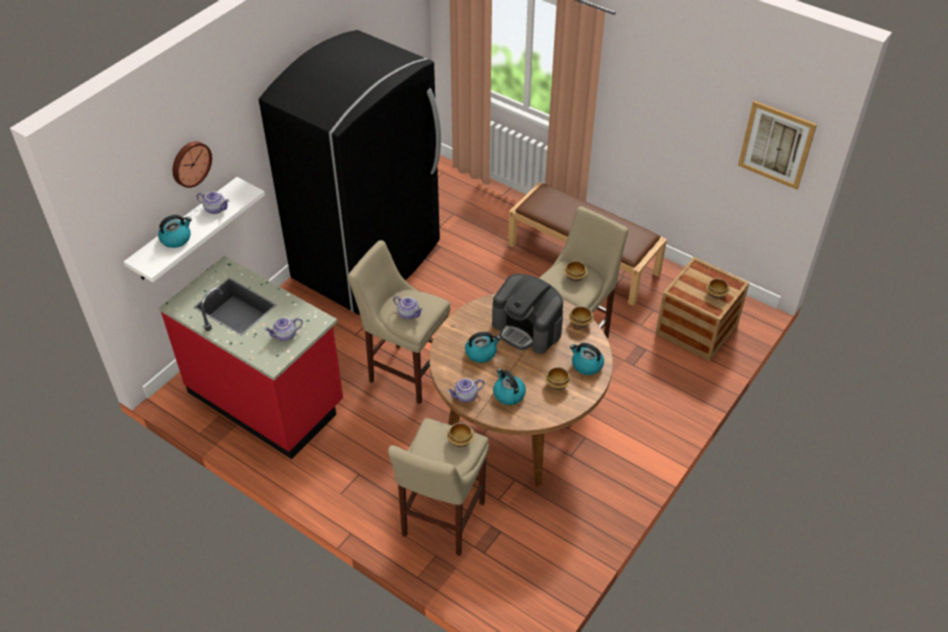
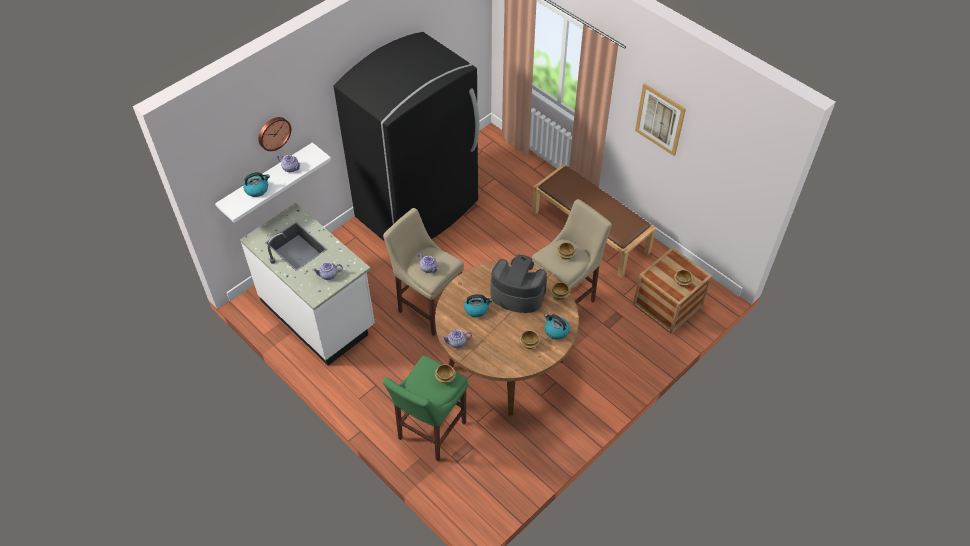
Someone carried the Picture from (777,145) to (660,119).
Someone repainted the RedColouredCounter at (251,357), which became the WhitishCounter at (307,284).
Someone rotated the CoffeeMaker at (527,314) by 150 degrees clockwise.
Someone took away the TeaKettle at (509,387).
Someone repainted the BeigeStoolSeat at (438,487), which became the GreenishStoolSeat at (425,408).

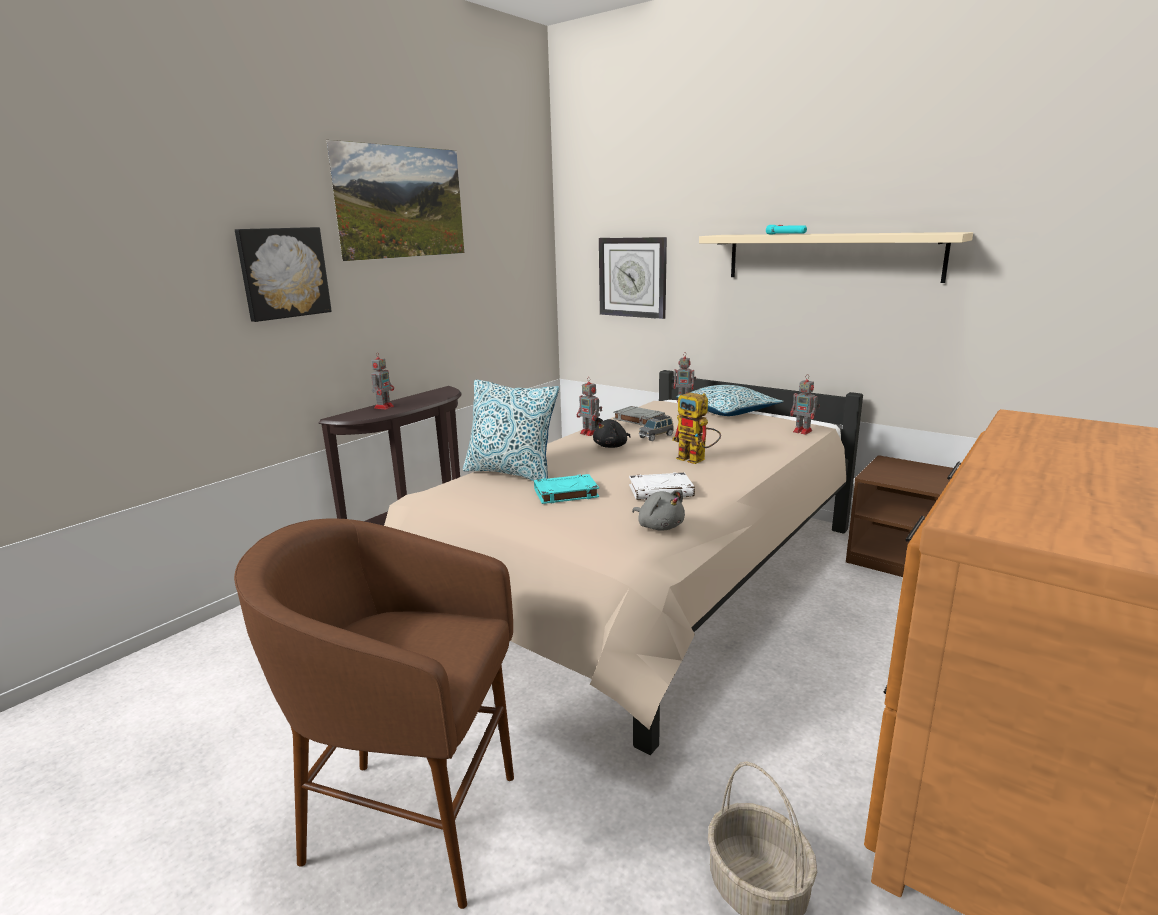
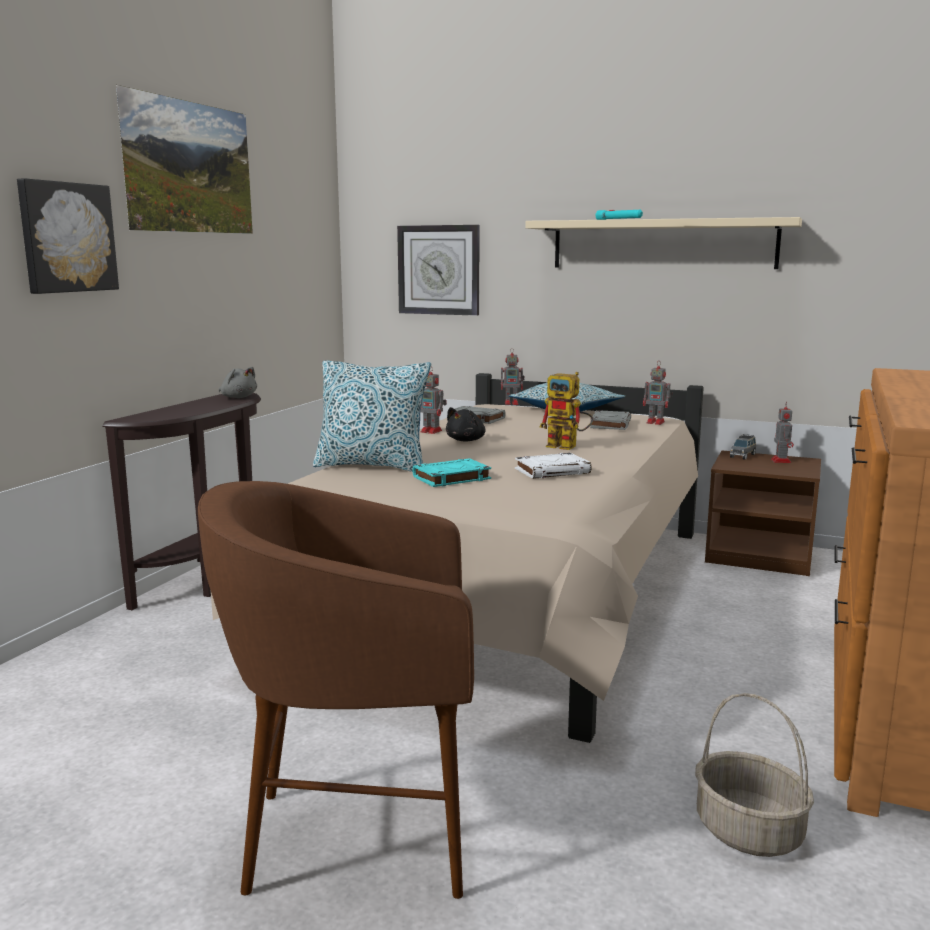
Someone carried the RobotFigure from (382,381) to (782,432).
Someone carried the GreyToyCar from (656,427) to (743,447).
Someone carried the GreyCuddlyToy from (658,510) to (238,382).
Someone put down the GreyBoundBook at (610,420).

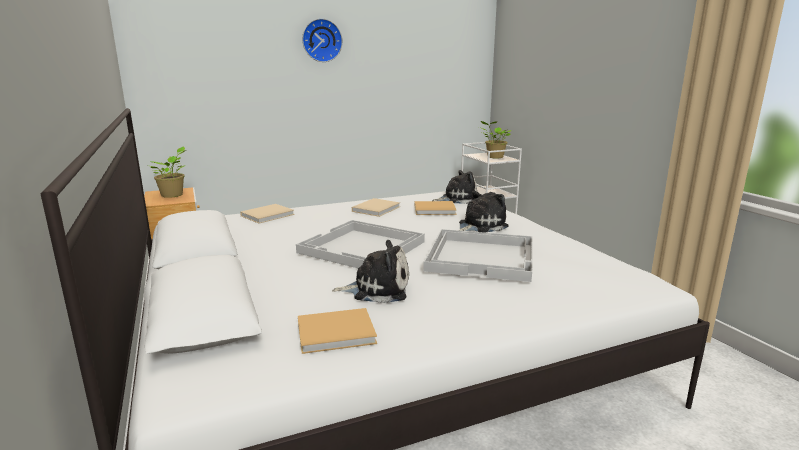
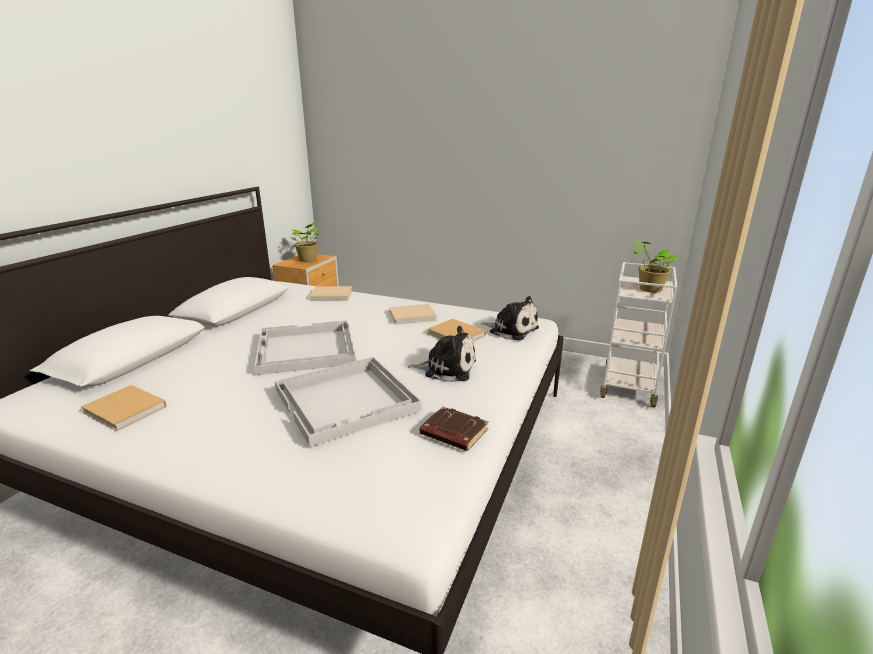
Someone took away the ClockOnTheWall at (322,40).
Someone took away the CuddlyToy at (370,271).
Someone put down the BrownColouredBoundBook at (454,428).

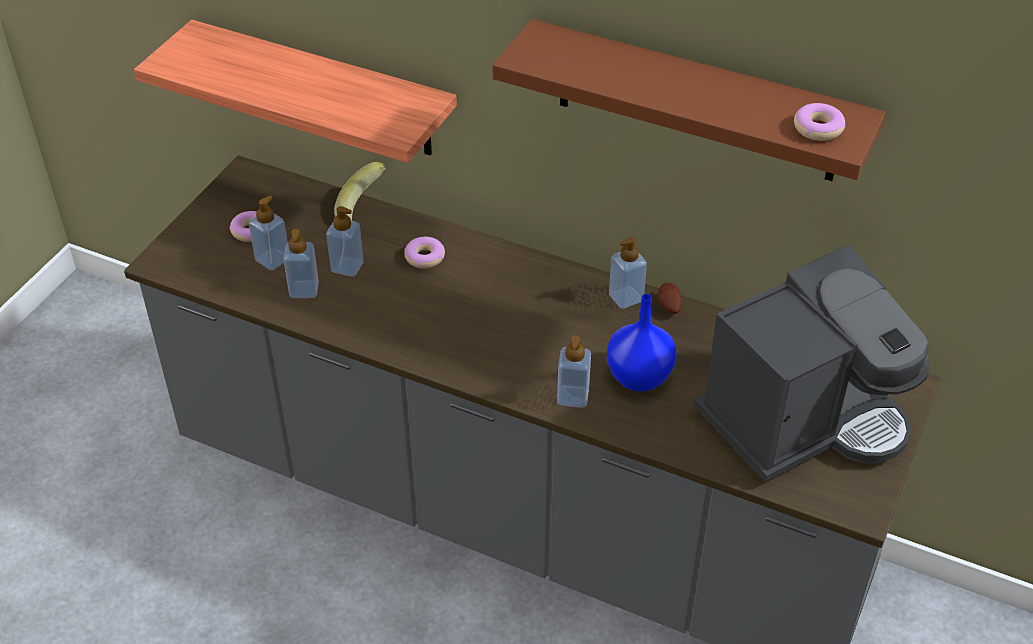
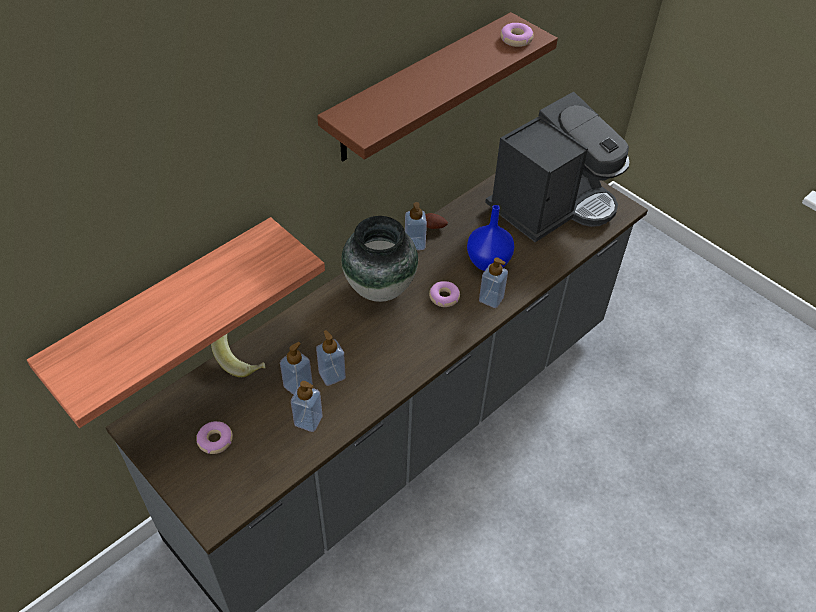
Someone carried the SoapDispenser from (268,233) to (331,358).
Someone carried the Doughnut from (424,253) to (444,294).
Someone rotated the CoffeeMaker at (811,363) by 60 degrees clockwise.
Someone put down the FlowerVase at (379,259).

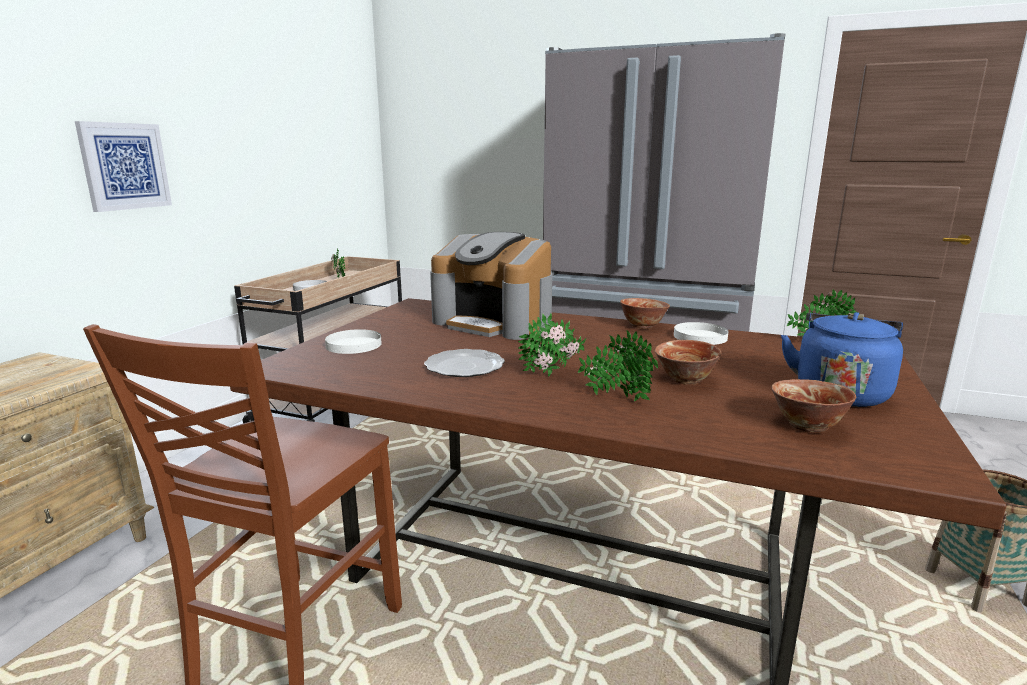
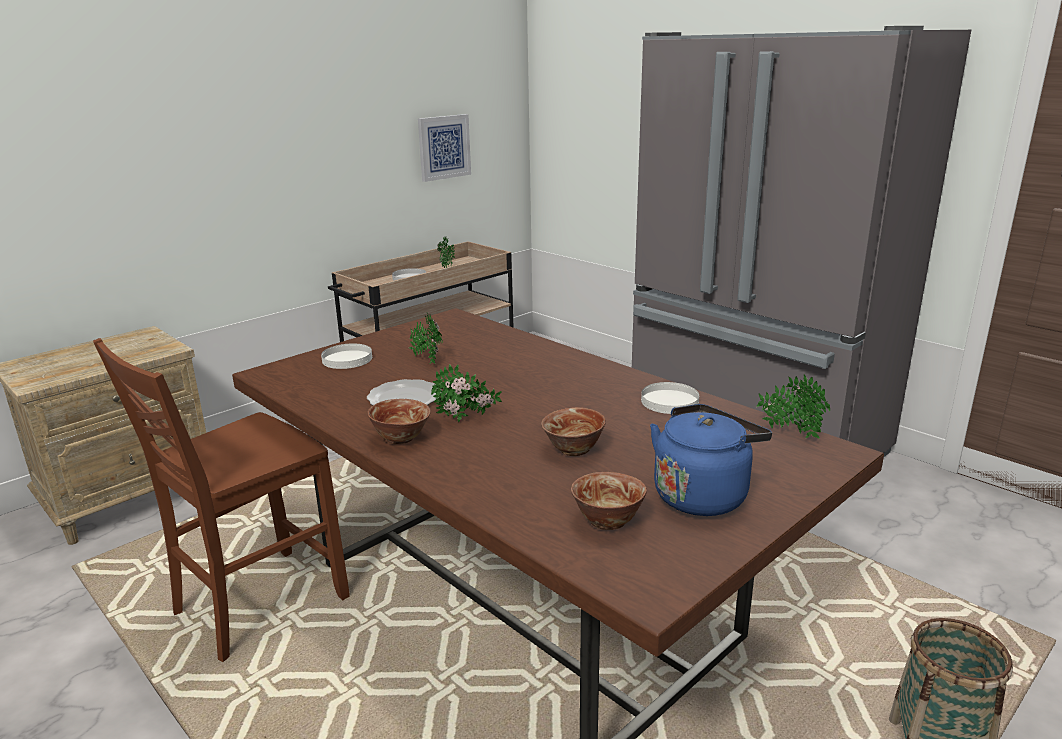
Someone carried the Picture from (123,166) to (444,148).
Someone took away the CoffeeMaker at (491,286).
Someone carried the ServingBowl from (645,313) to (399,421).
Someone carried the Houseplant from (618,365) to (426,338).

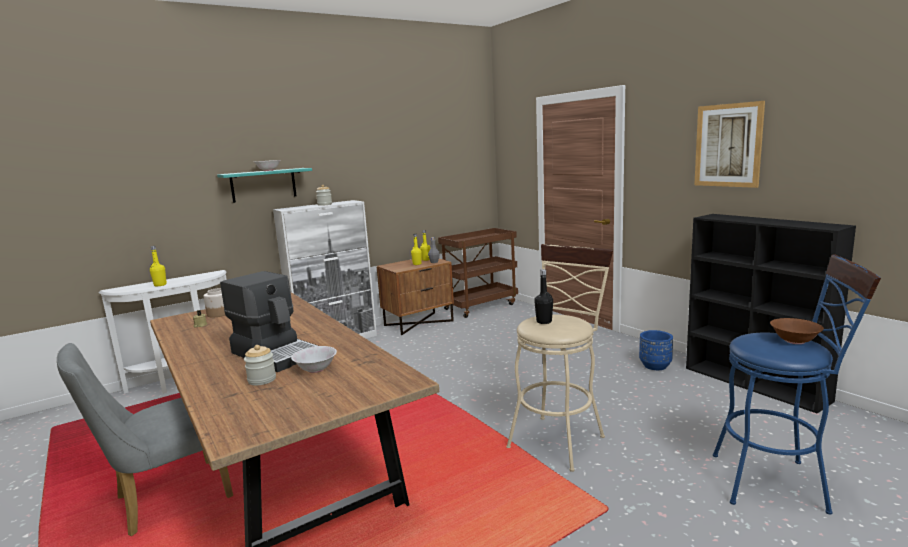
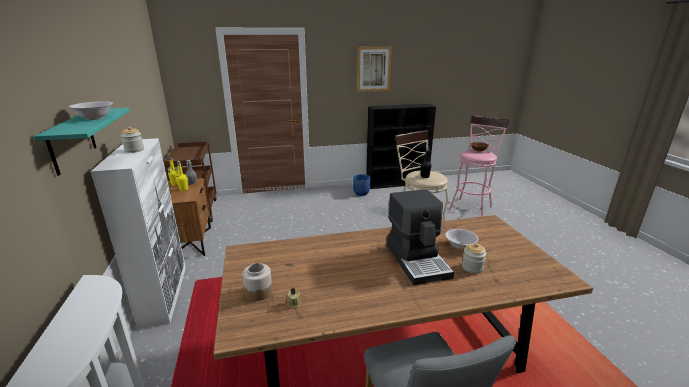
Someone took away the YellowBottle at (158,266).
Someone repainted the BlueStoolSeat at (797,384), which became the PinkStoolSeat at (478,165).
Someone rotated the CoffeeMaker at (269,321) by 105 degrees clockwise.

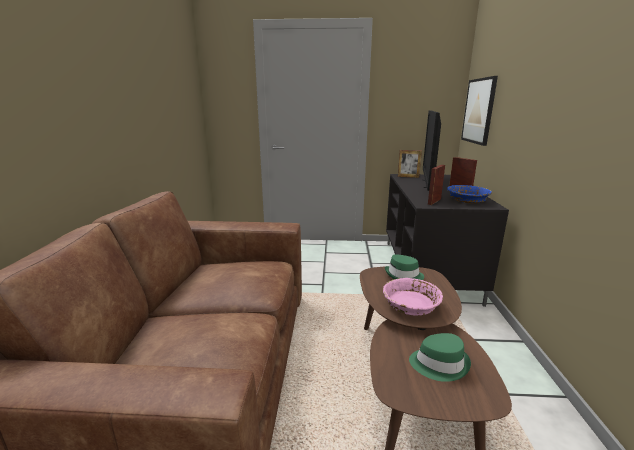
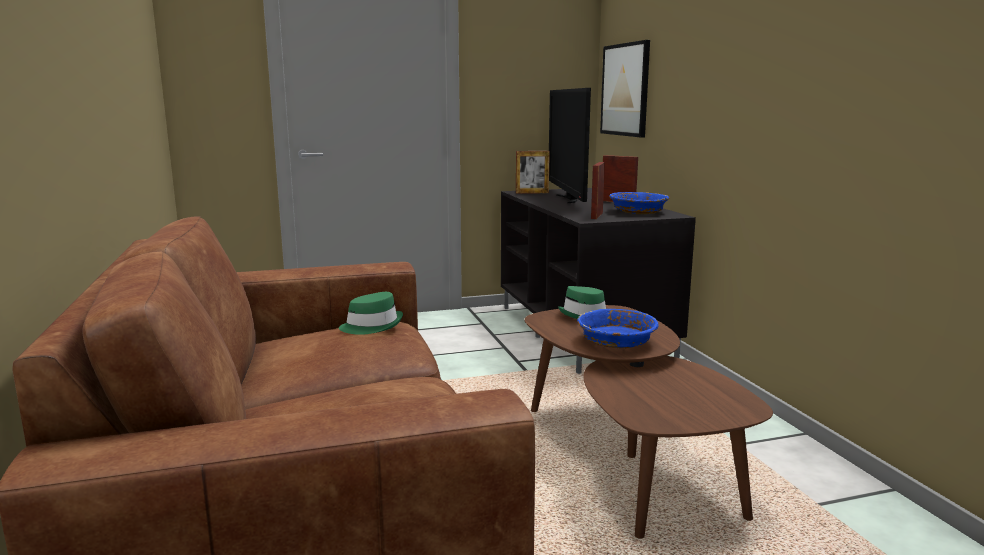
Someone repainted the PinkServingBowl at (413,297), which became the BlueServingBowl at (617,328).
Someone carried the GreenishHat from (440,357) to (371,313).

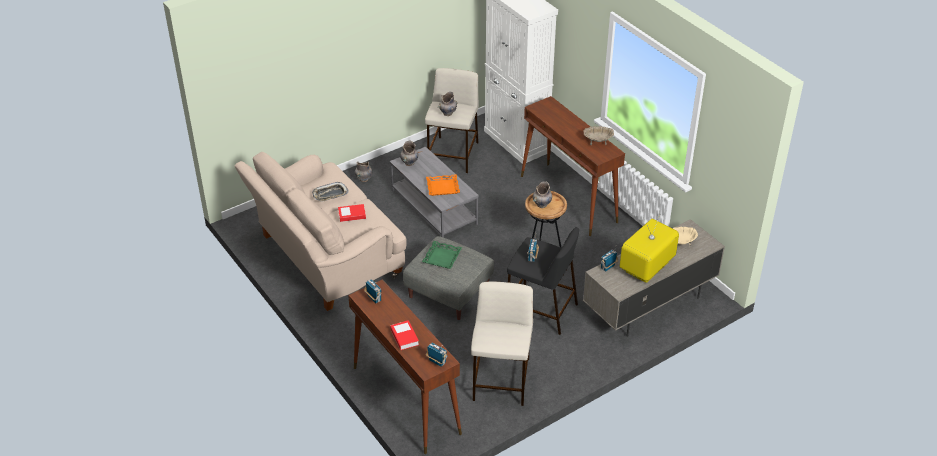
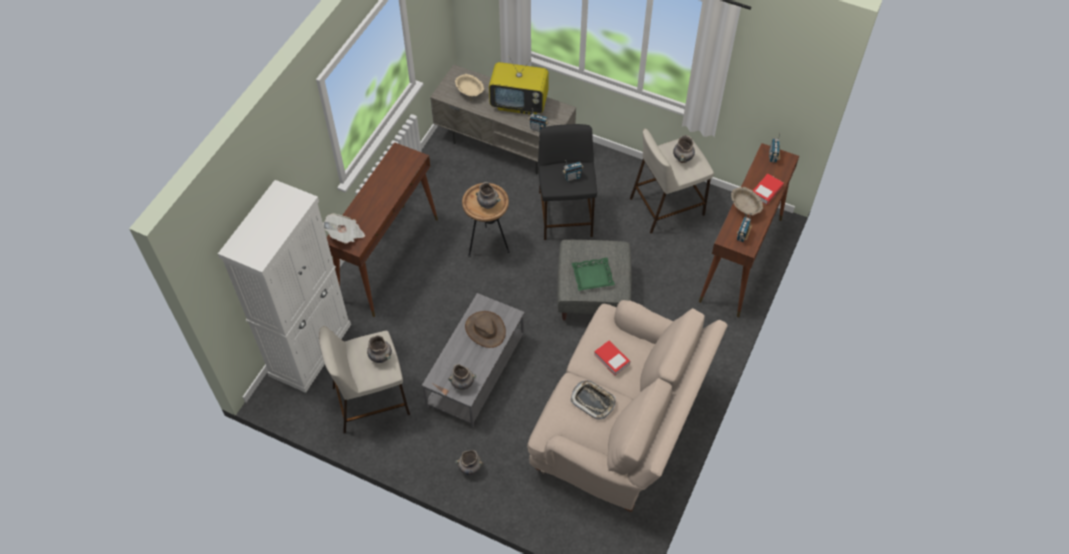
Someone carried the BeigeServingBowl from (598,135) to (747,202).
Someone swapped the OrangeyCarryingTray at (443,185) for the BrownColouredHat at (485,329).
Someone put down the GreyFlowerVase at (684,149).
Someone put down the DailyPaper at (344,228).

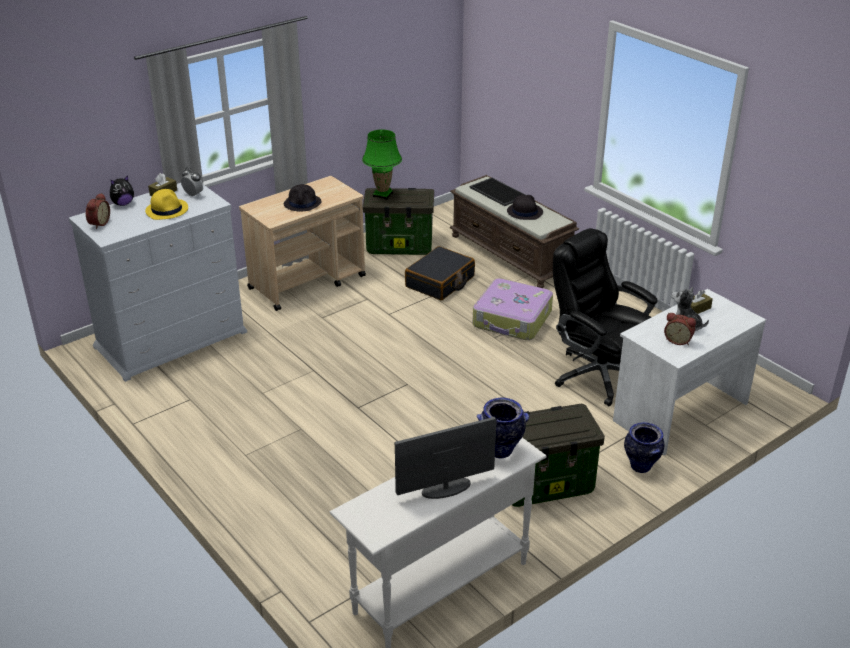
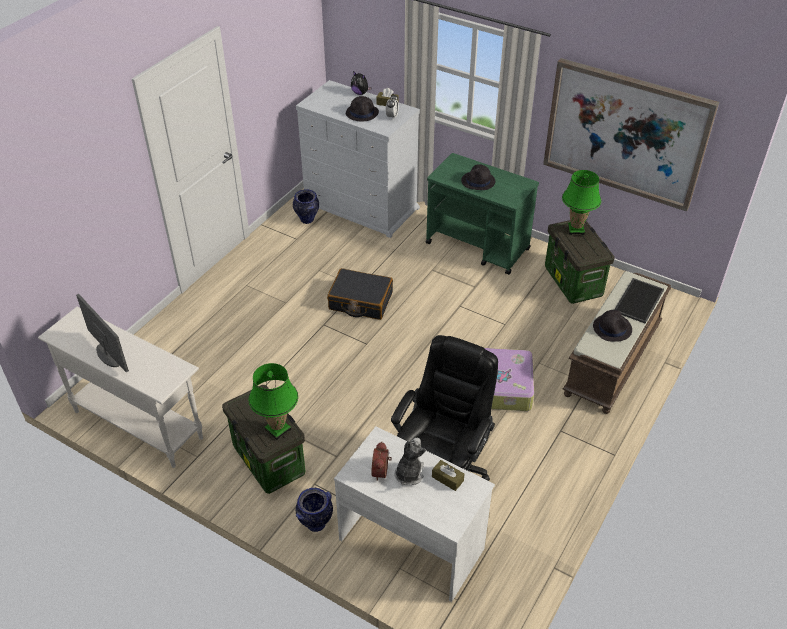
Someone repainted the BeigeCart at (302,243), which became the GreenishCart at (482,214).
Someone repainted the YellowHat at (166,204), which became the BlackHat at (362,108).
Someone took away the BedsideClock at (98,211).
Someone carried the BlackSuitcase from (440,273) to (360,294).
Someone carried the FlowerVase from (503,428) to (306,206).
Someone put up the Picture at (631,135).
Someone put down the GreenishTabletopLamp at (273,401).

